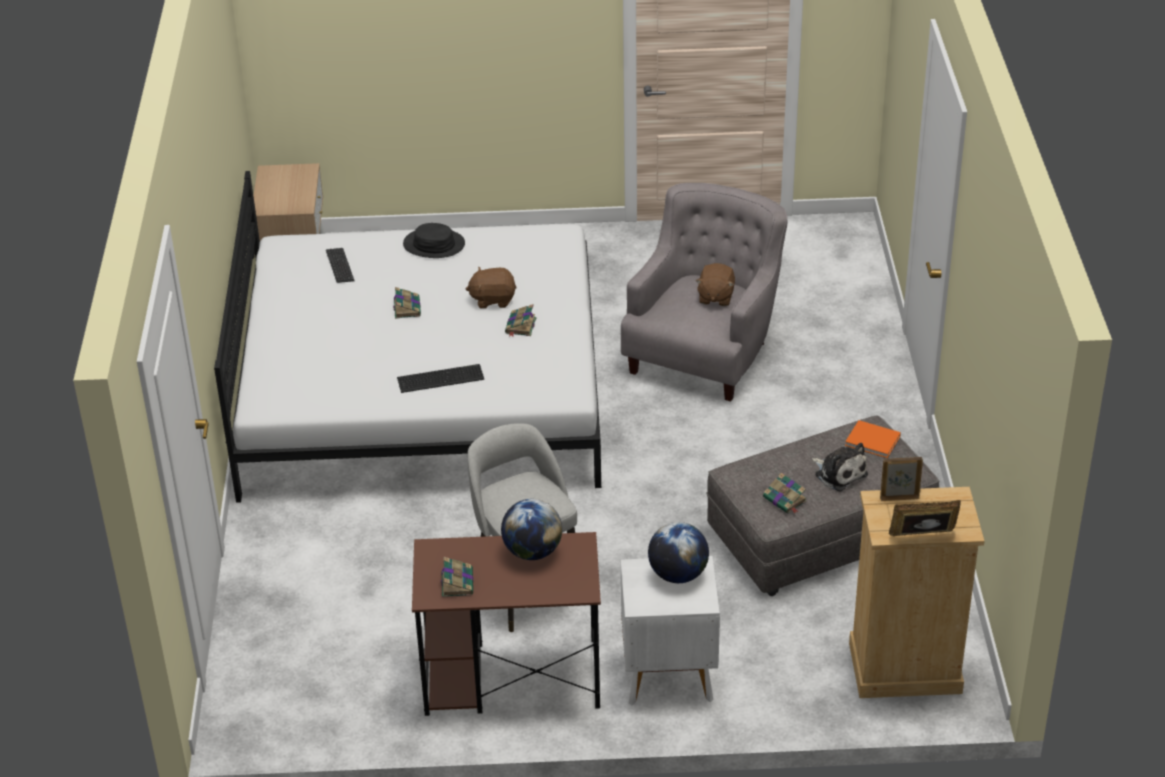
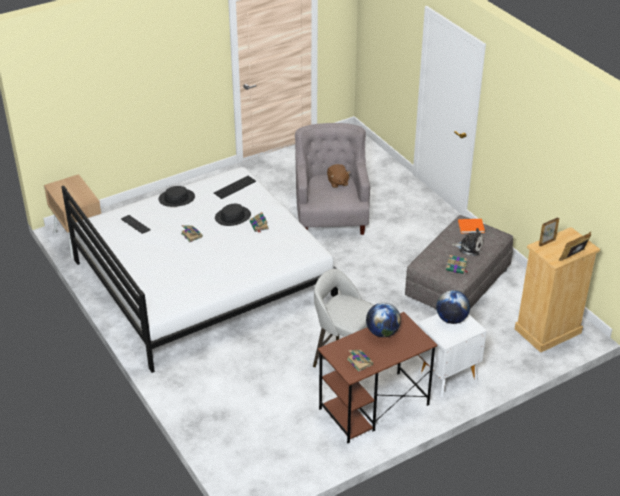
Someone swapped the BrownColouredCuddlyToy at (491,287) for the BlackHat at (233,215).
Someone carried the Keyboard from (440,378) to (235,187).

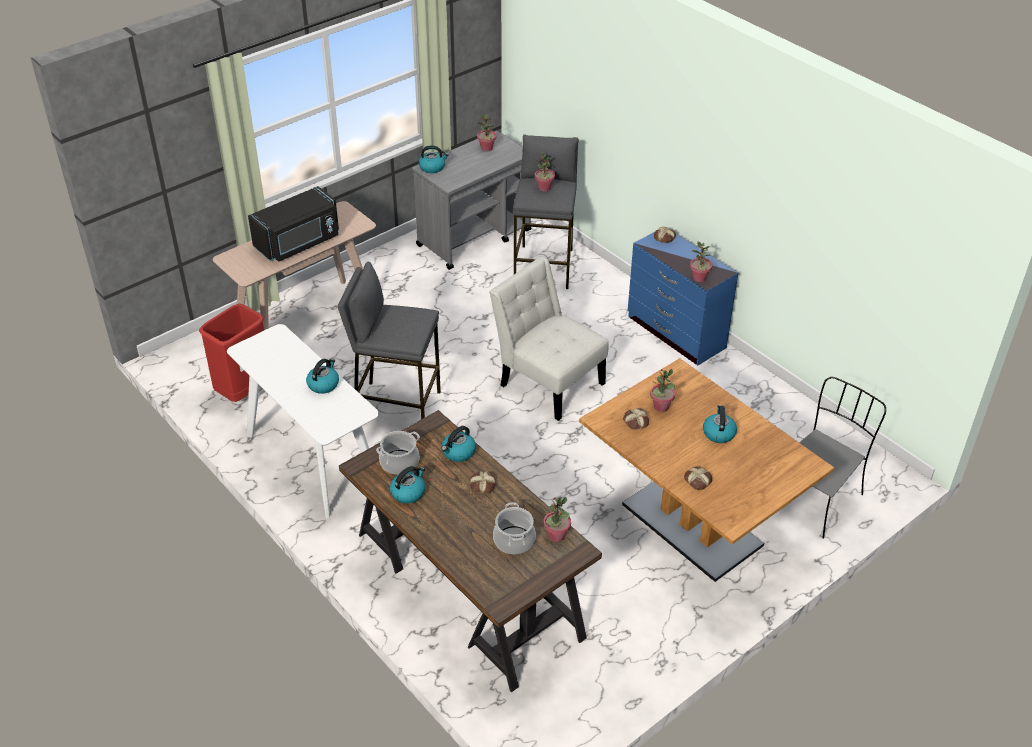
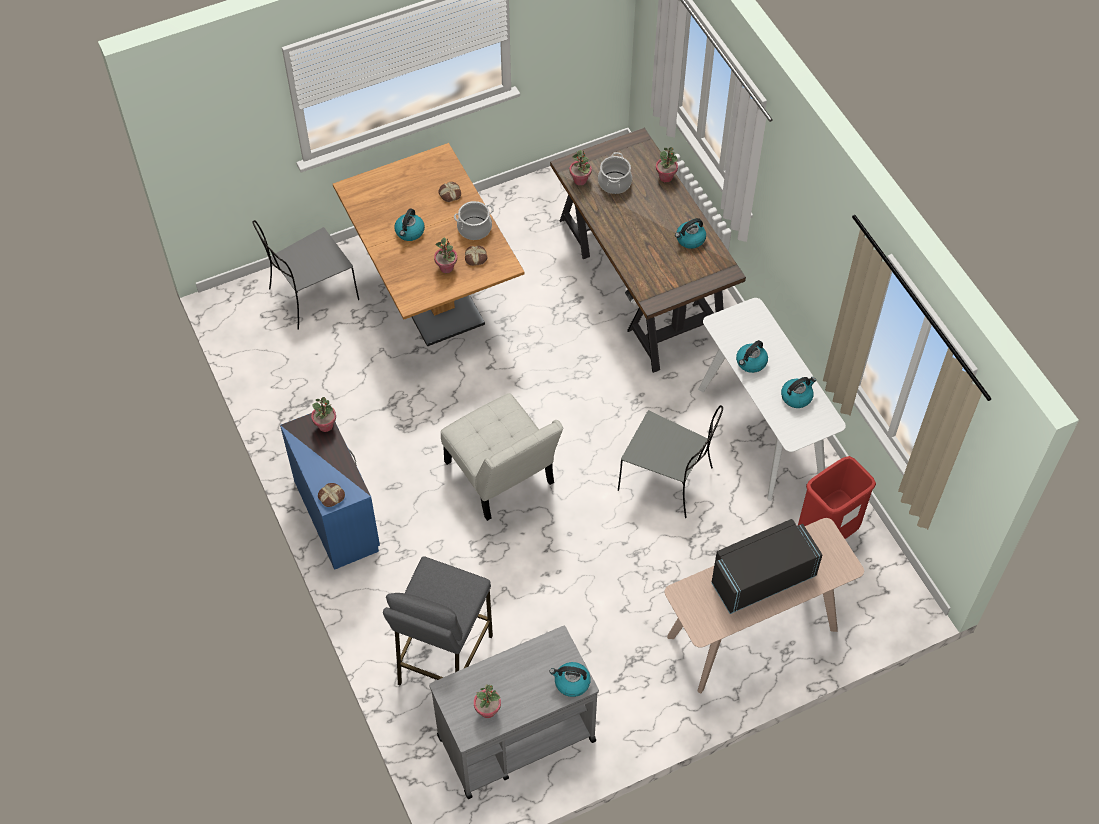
Someone carried the Houseplant from (545,171) to (667,165).
Someone swapped the GreyStoolSeat at (389,340) for the GreyPlainChair at (670,461).
Someone carried the TeaKettle from (458,444) to (798,392).
Someone carried the Saucepot from (398,453) to (474,220).
Someone took away the BakedBread at (483,482).

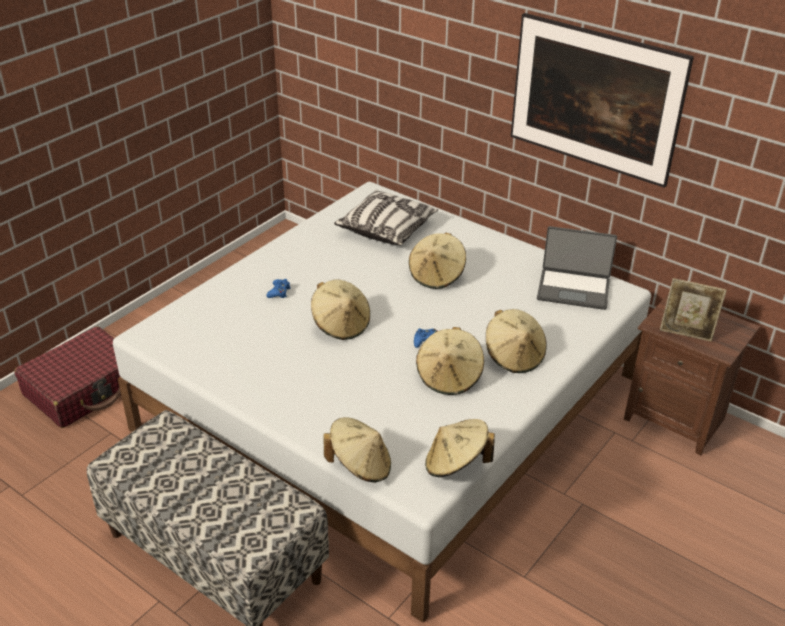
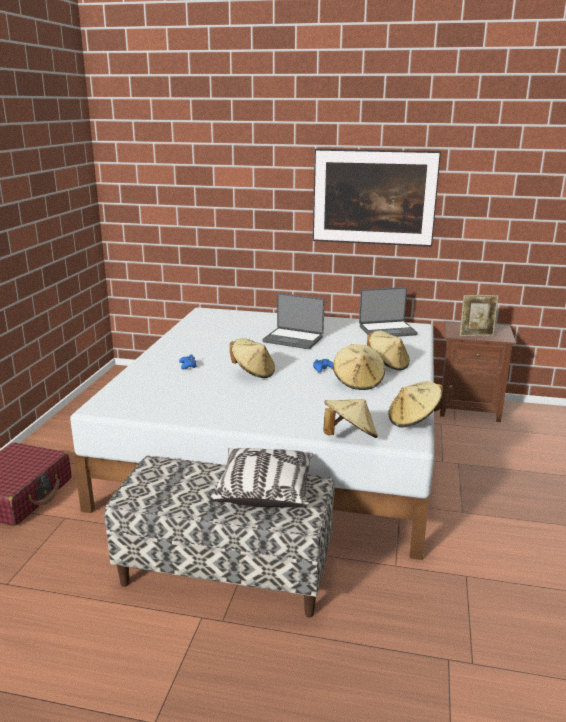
Someone carried the Cushion from (386,217) to (261,477).
Someone swapped the BeigeHat at (437,261) for the NotebookComputer at (293,321).

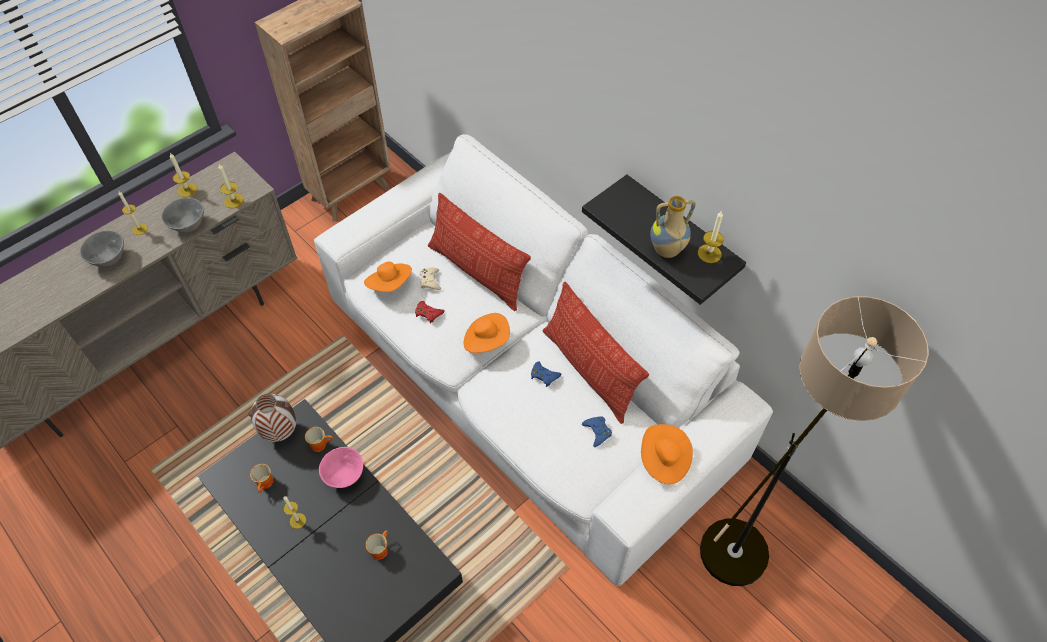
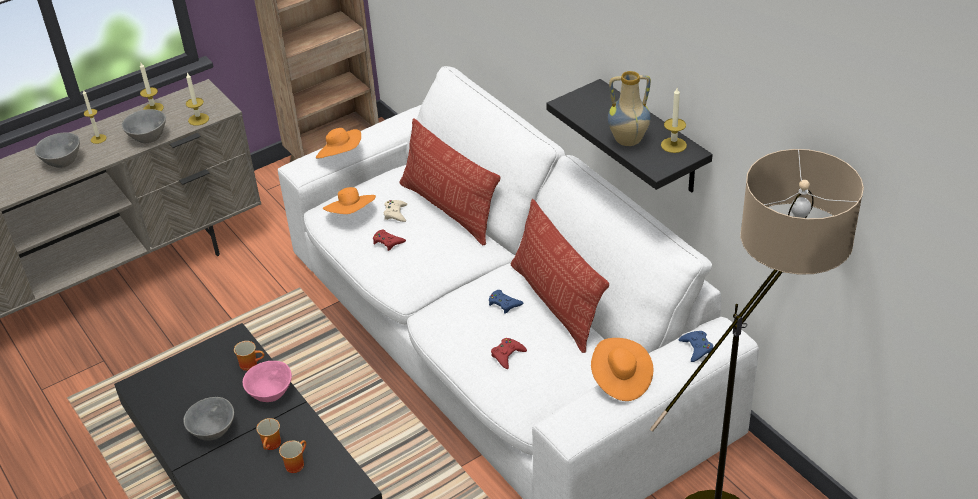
Someone carried the OrangeyHat from (486,333) to (338,143).
Someone took away the FlowerVase at (272,418).
Someone carried the BlueGameController from (597,431) to (696,346).
Someone carried the CoffeeMug from (261,478) to (268,434).
Someone swapped the WaxLight at (294,512) for the GreyServingBowl at (208,419).
Someone put down the RedColouredGameController at (509,353).

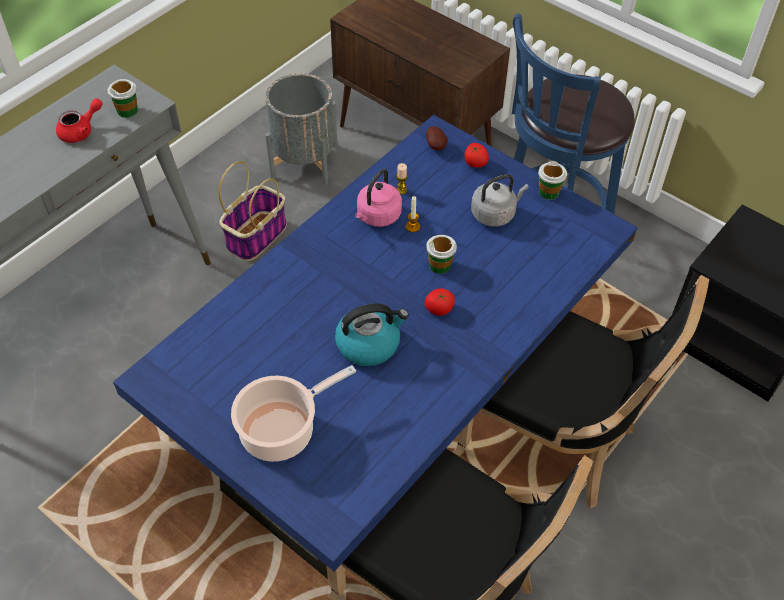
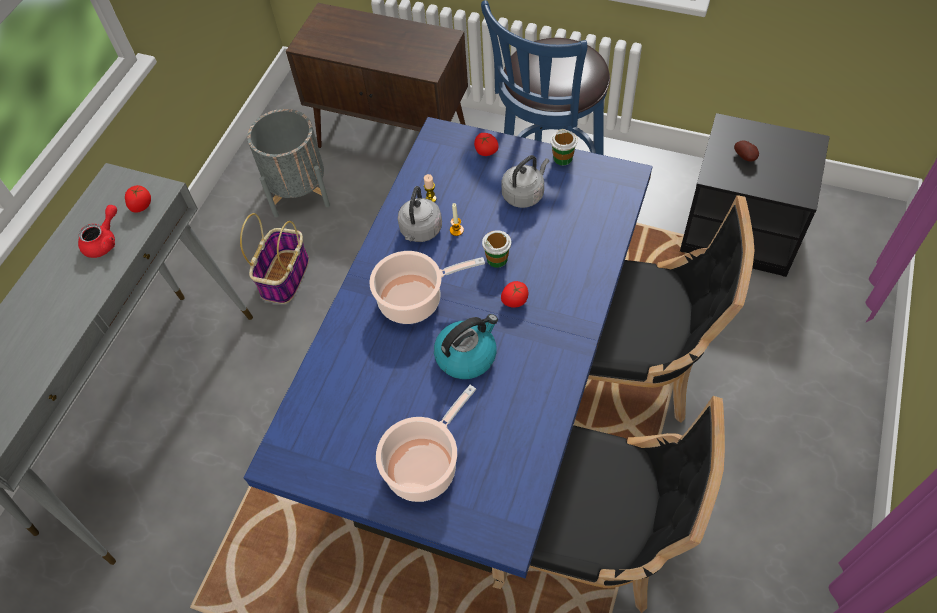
Someone swapped the DrinkingCup at (123,98) for the FreshTomato at (138,199).
Someone carried the Potato from (437,138) to (746,151).
Someone repainted the PinkTeaKettle at (378,198), which became the GreyTeaKettle at (420,214).
Someone put down the Saucepot at (427,287).

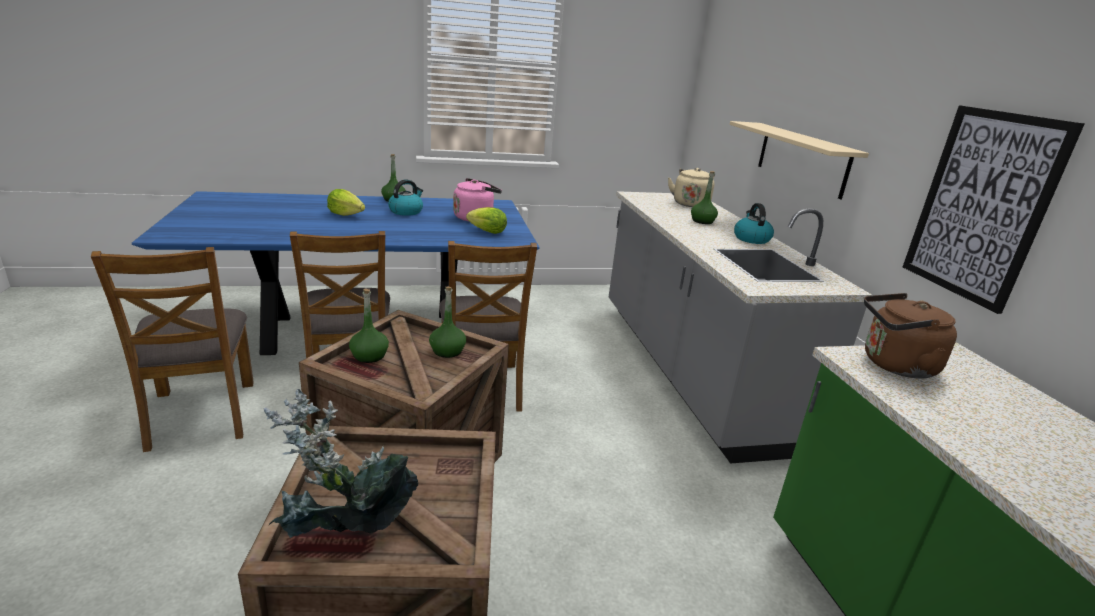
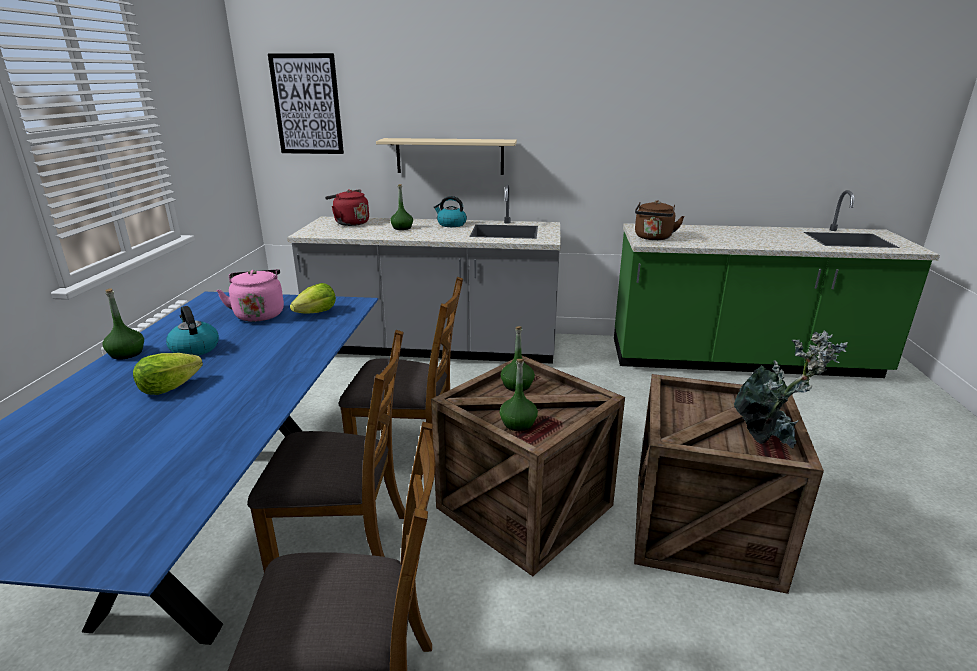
Someone carried the Picture from (994,209) to (306,103).
Someone repainted the BeigeTeaKettle at (691,187), which became the RedColouredTeaKettle at (347,207).

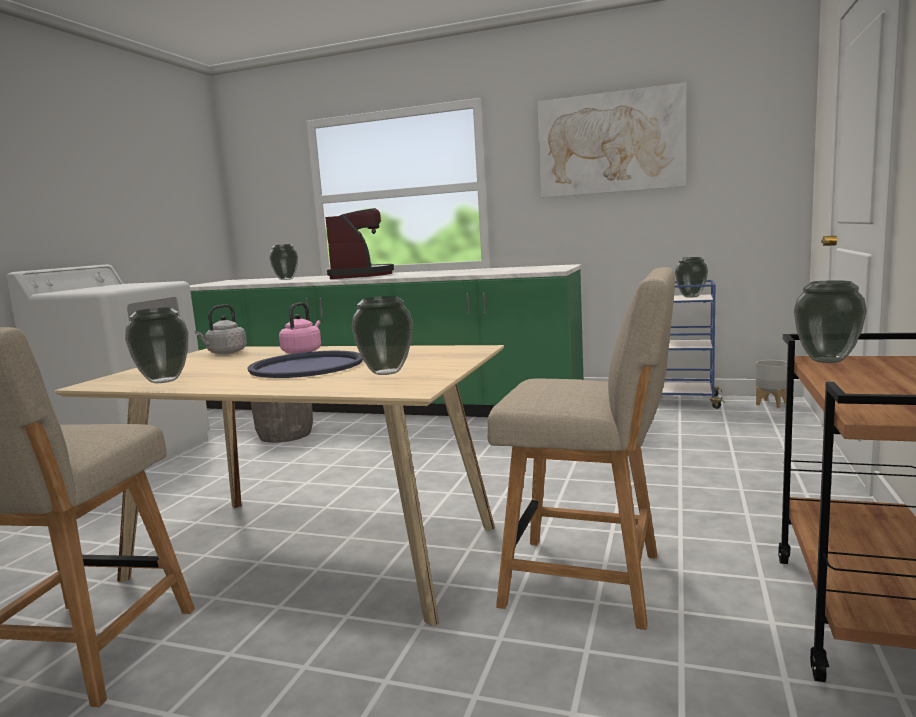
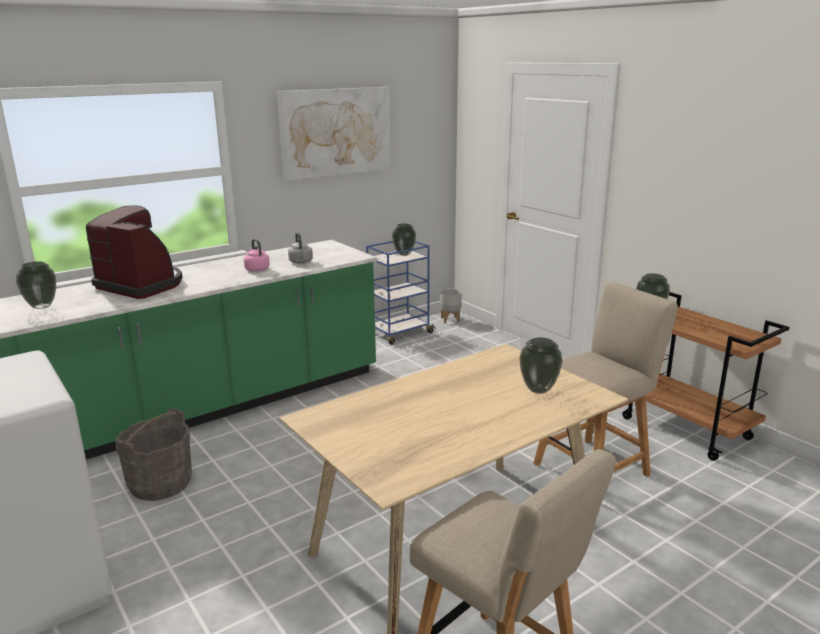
Someone carried the PinkTeaKettle from (300,328) to (257,255).
Someone carried the GreyTeaKettle from (221,329) to (300,248).
Someone took away the FlowerVase at (157,345).
Someone took away the BlueCarryingTray at (305,364).

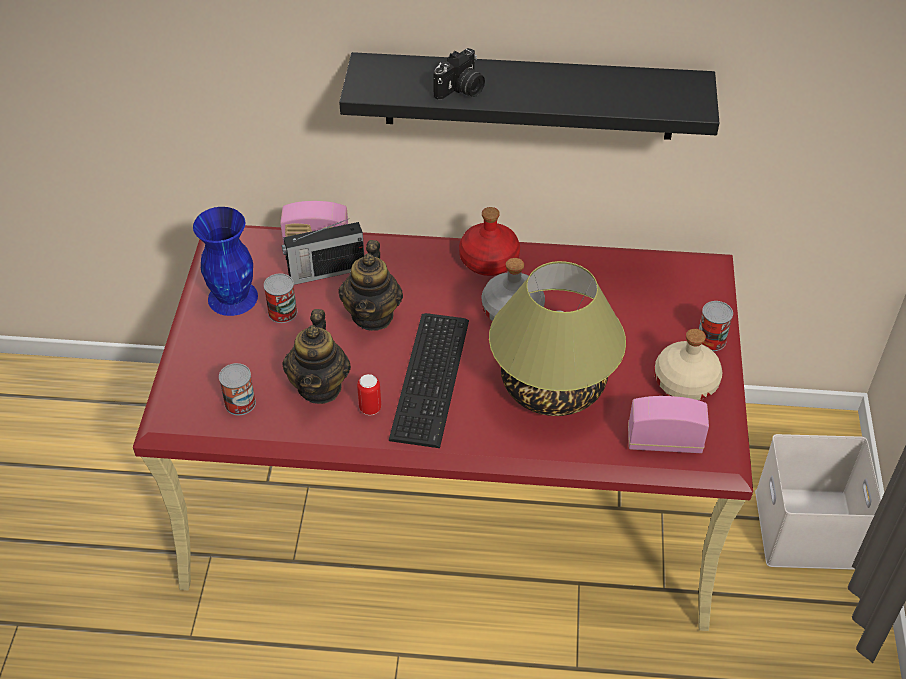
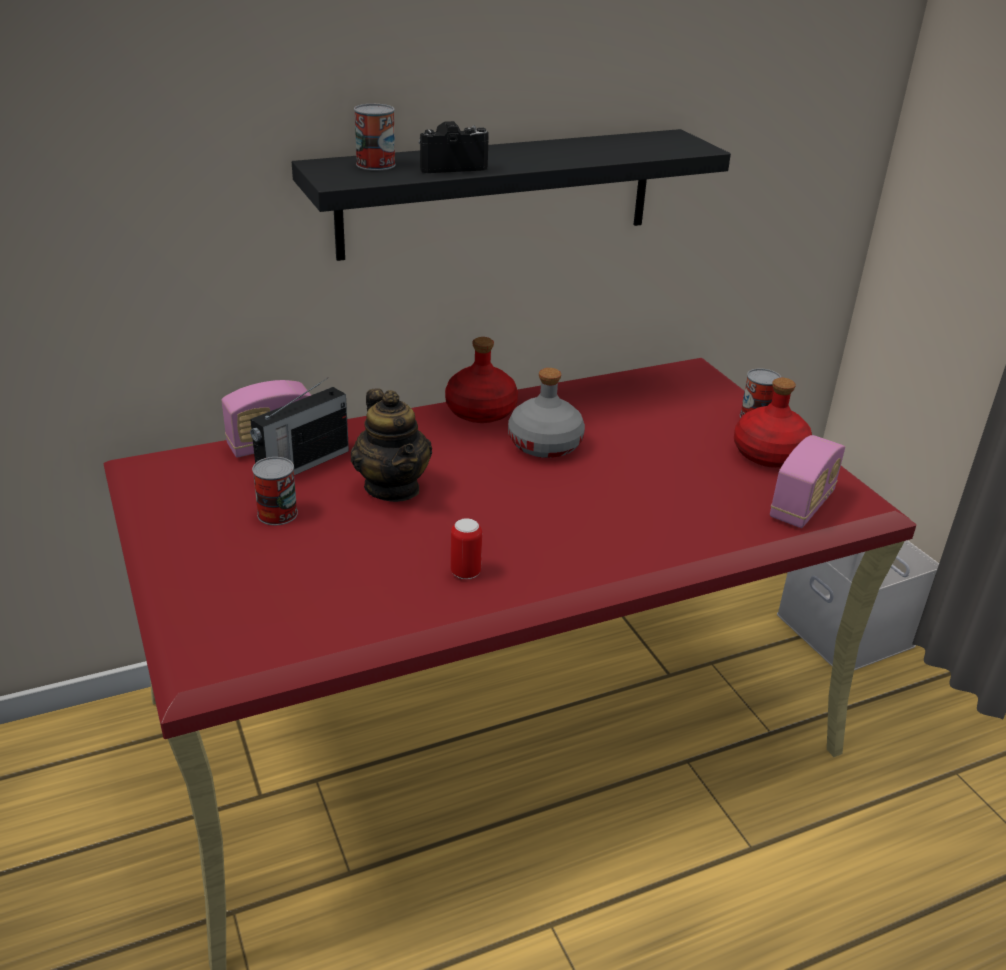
Someone rotated the PhotoCamera at (459,74) by 120 degrees counterclockwise.
Someone took away the BlueFlowerVase at (225,261).
Someone took away the TabletopLamp at (557,338).
Someone took away the TeaPot at (317,356).
Someone took away the Keyboard at (429,380).
Someone repainted the BeigeBottle at (688,364), which became the RedColouredBottle at (773,423).
Someone carried the MetalCan from (237,389) to (375,137).
Someone rotated the Radio at (668,424) by 150 degrees clockwise.

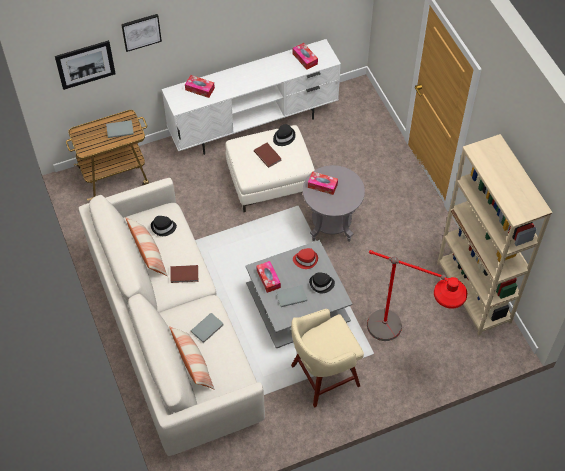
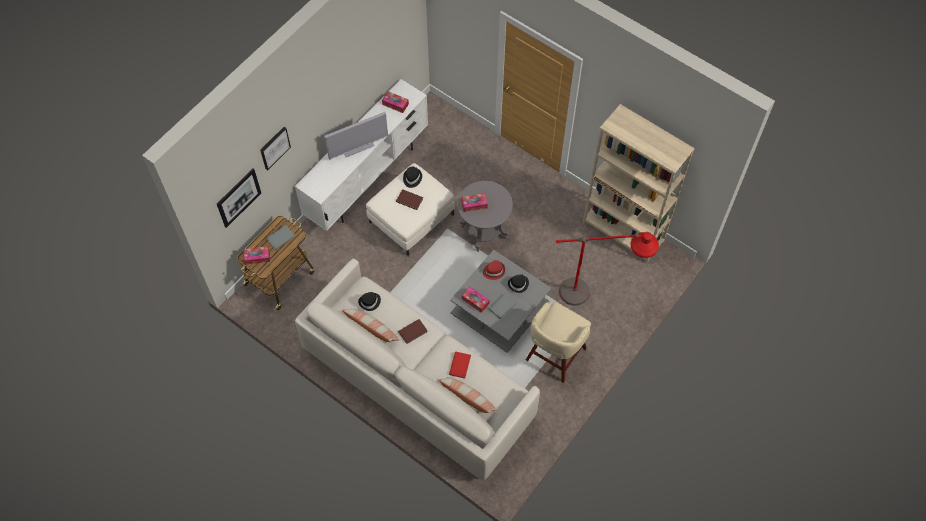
Someone carried the BoxOfTissues from (200,86) to (256,255).
Someone repainted the GreyBoundBook at (207,328), which became the RedColouredBoundBook at (460,365).
Someone put down the Tv at (356,136).

